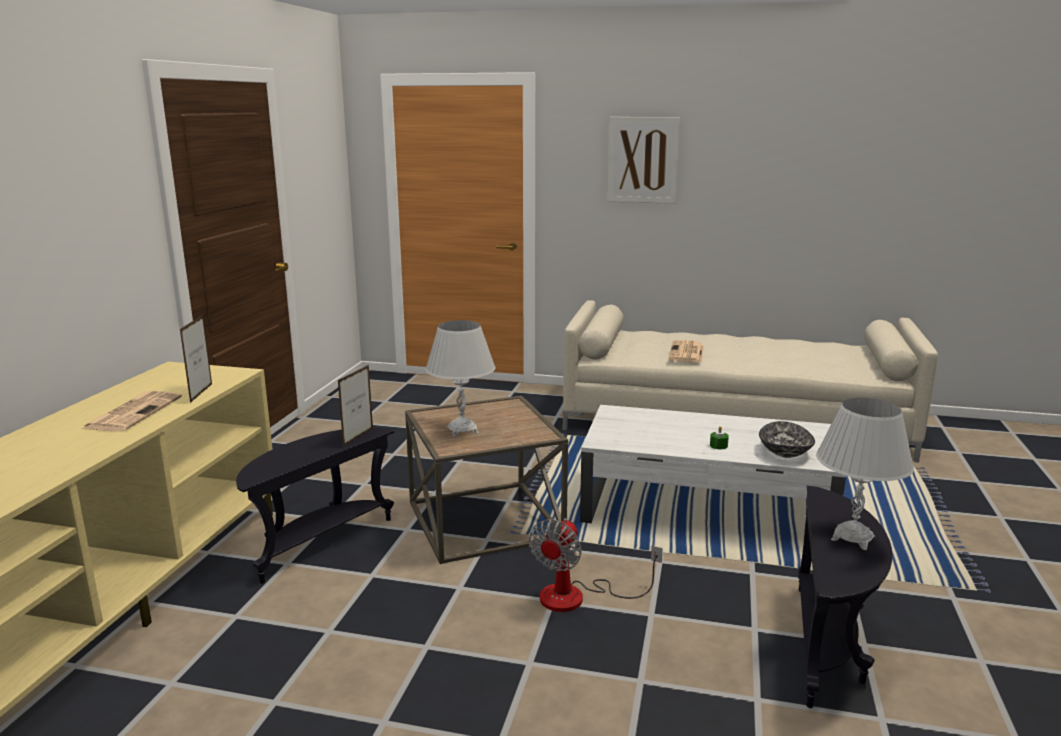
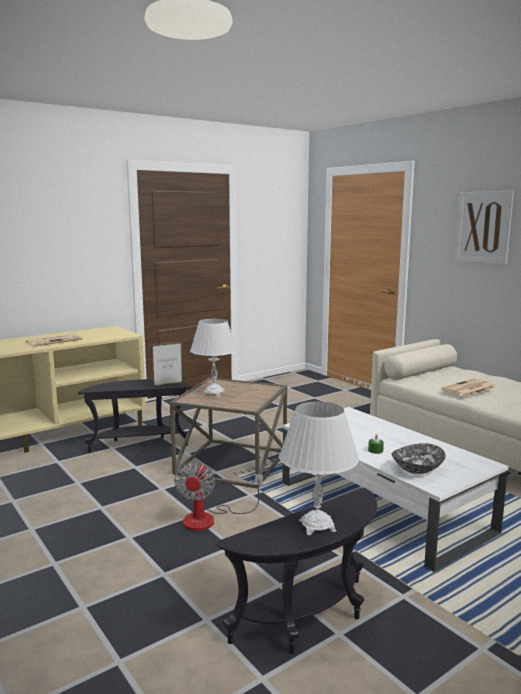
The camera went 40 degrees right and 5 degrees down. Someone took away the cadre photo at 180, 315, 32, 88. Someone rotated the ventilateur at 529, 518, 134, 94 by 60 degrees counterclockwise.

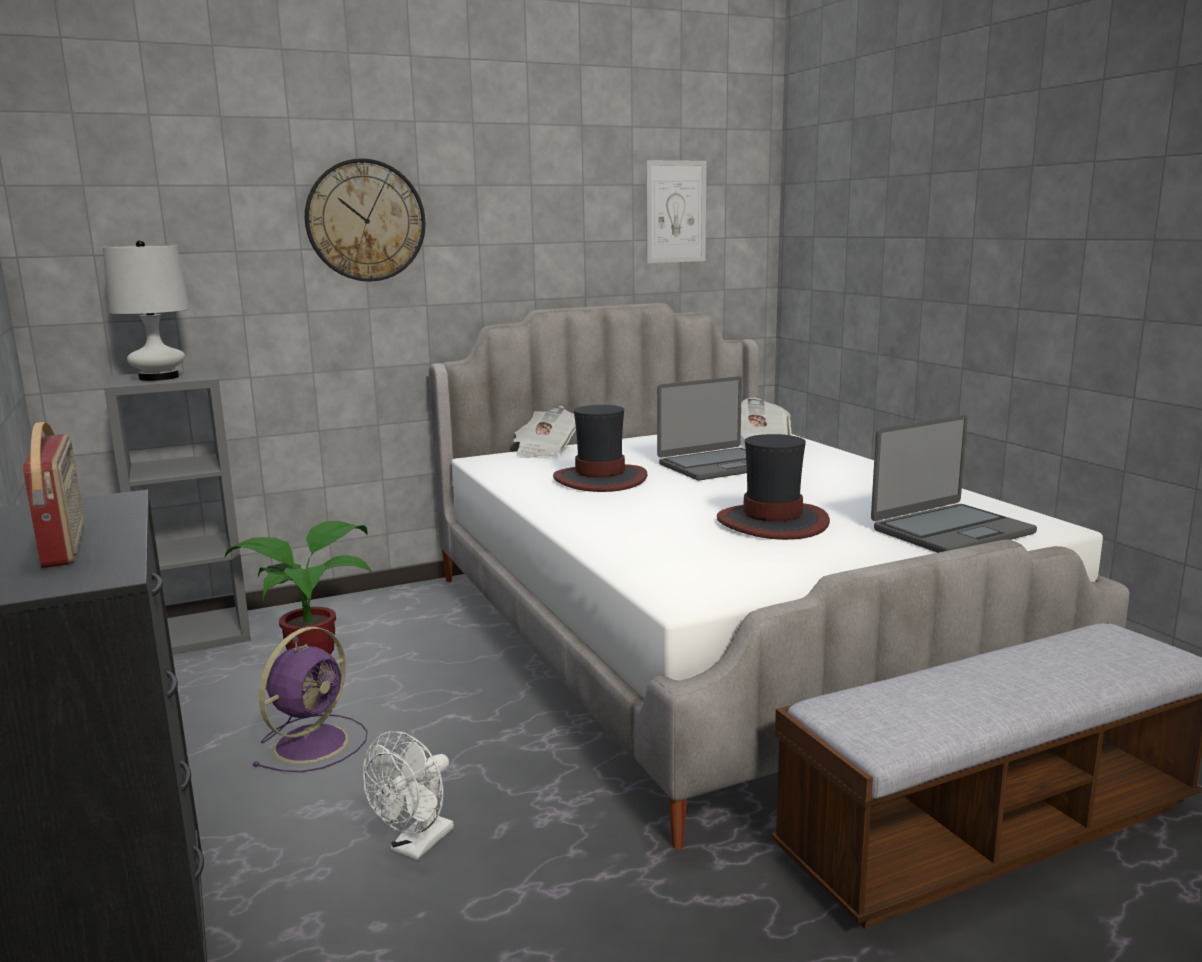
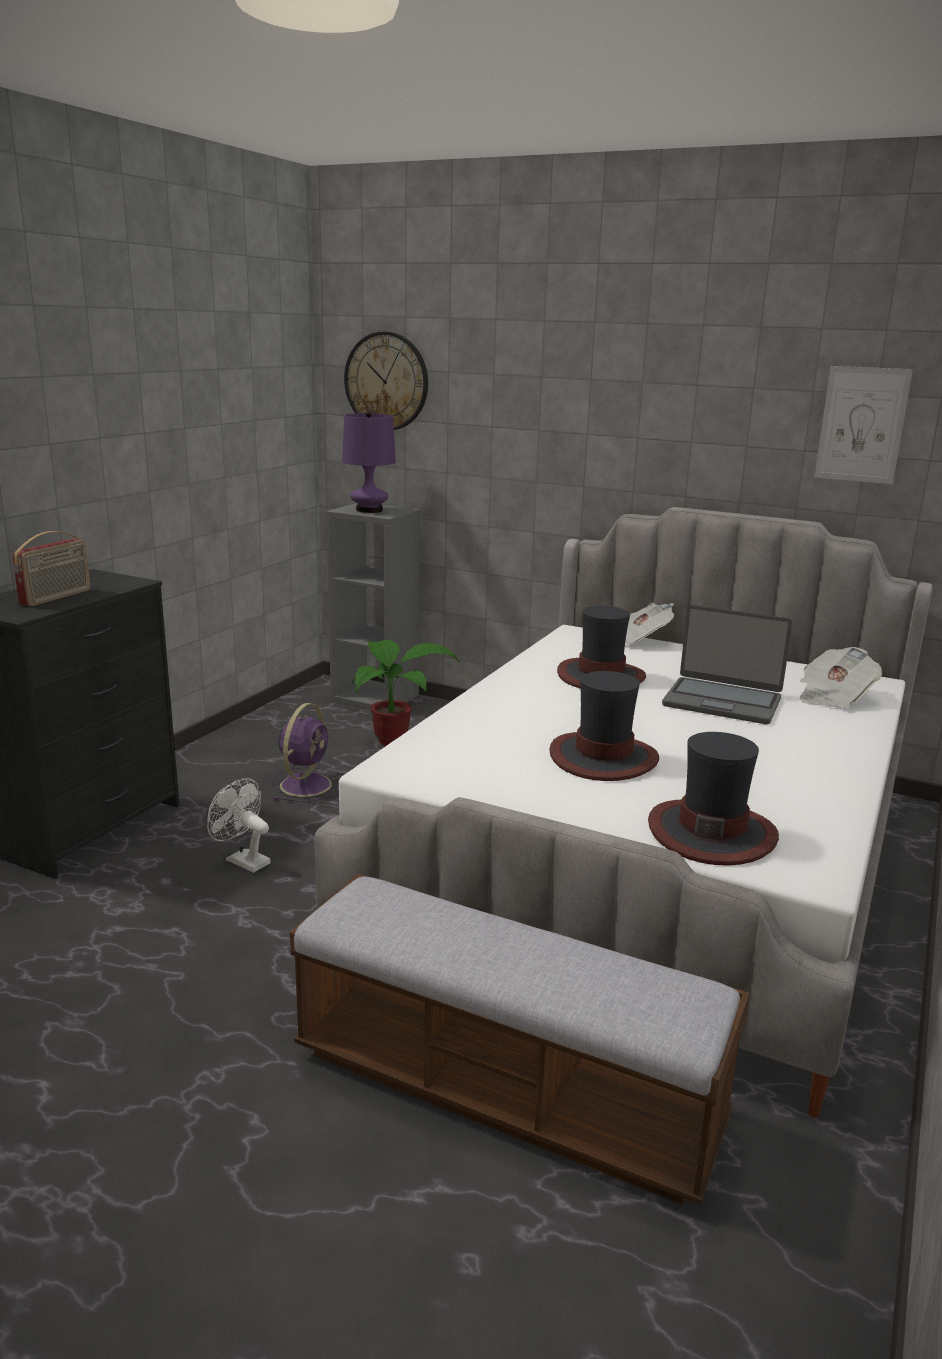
The camera went 50 degrees right and 5 degrees up. Someone repainted the lampe de table/blanc at 103, 240, 87, 141, which became the lampe de table/violet at 342, 411, 54, 102. Someone rotated the ventilateur/violet at 253, 627, 115, 145 by 60 degrees counterclockwise. Someone carried the horloge murale from 305, 158, 120, 123 to 344, 332, 84, 98. Someone rotated the ventilateur/blanc at 363, 731, 91, 129 by 45 degrees clockwise. Someone swapped the ordinateur portable at 871, 415, 166, 138 for the chapeau at 648, 732, 131, 134.

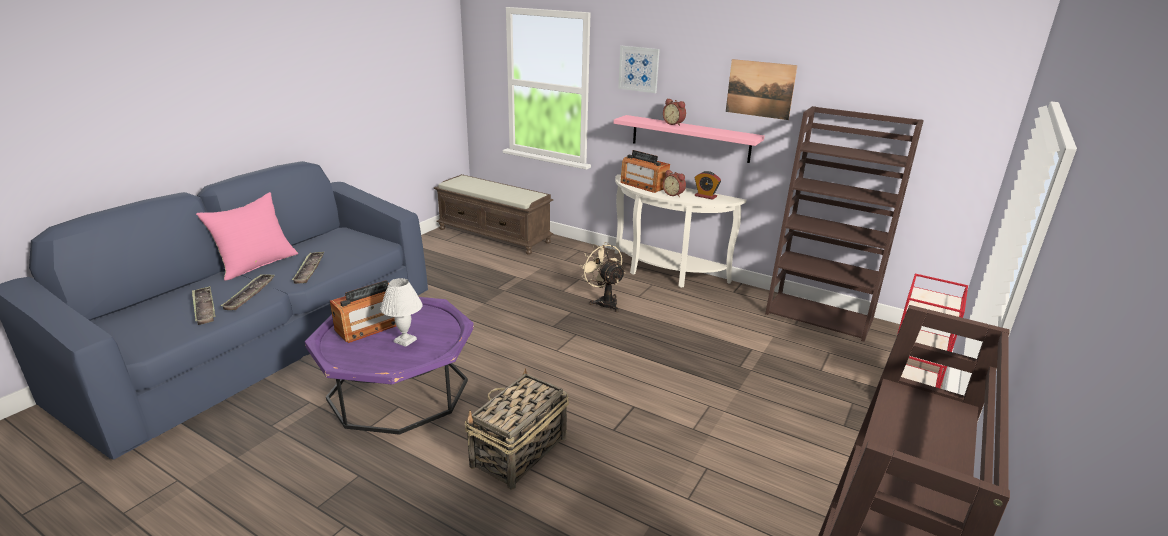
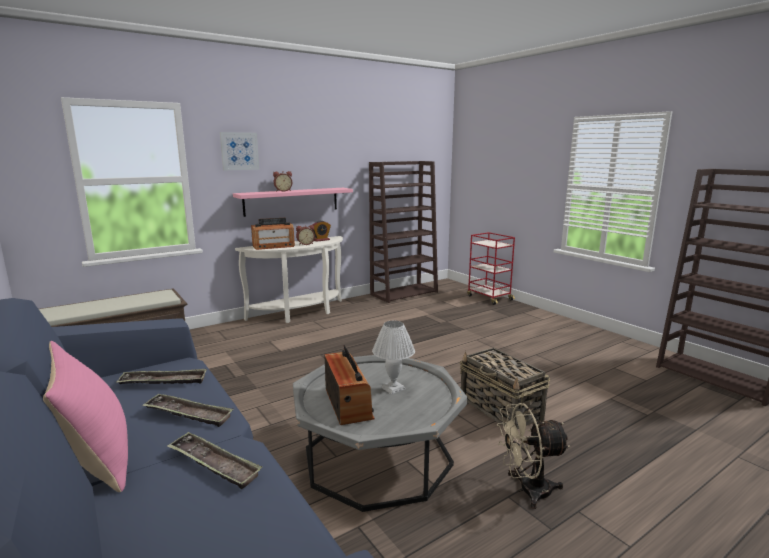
The camera went 65 degrees left and 10 degrees down. Someone carried the plateau from 192, 286, 23, 39 to 117, 368, 90, 16. Someone repainted the table basse/violet at 305, 297, 169, 138, which became the table basse/gris at 293, 355, 175, 157. Someone carried the ventilateur/beige from 579, 242, 47, 70 to 497, 403, 73, 106. Someone took away the tableau at 726, 59, 71, 61.

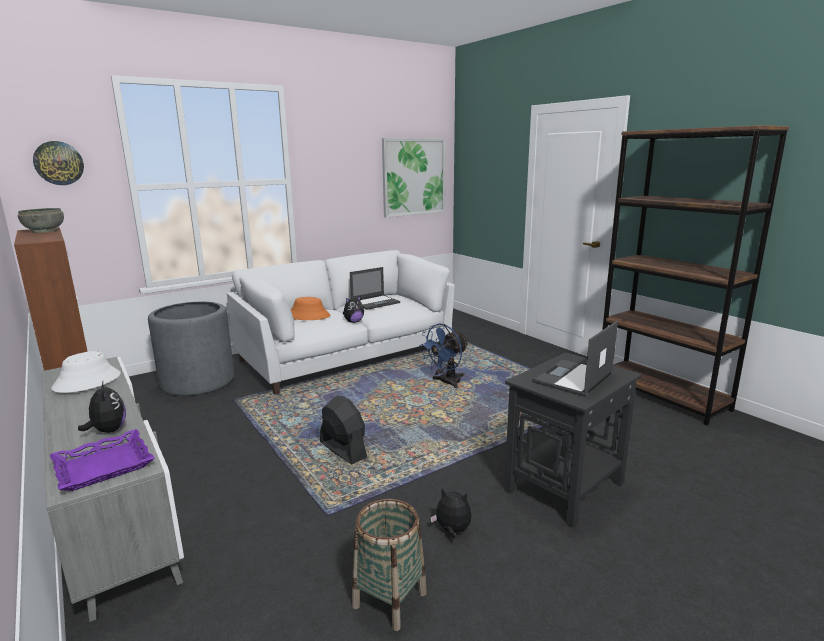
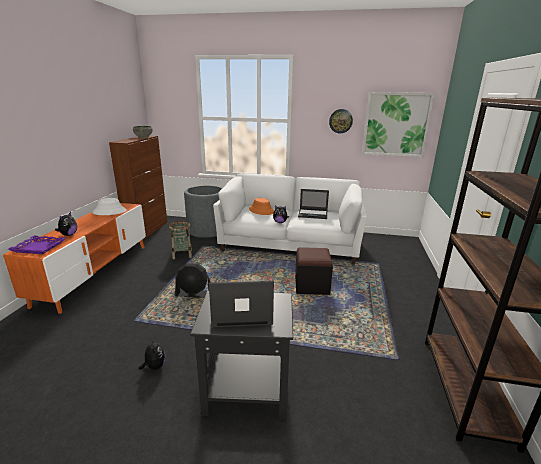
The camera went 45 degrees right and 5 degrees up. Someone carried the horloge murale from 33, 141, 51, 44 to 329, 109, 24, 24. Someone repainted the meuble télé/gris at 42, 357, 142, 265, which became the meuble télé/orange at 3, 203, 143, 111. Someone rotated the ventilateur/noir at 320, 396, 47, 68 by 90 degrees clockwise. Someone carried the panier from 352, 499, 75, 132 to 169, 221, 23, 38. Someone swapped the ventilateur/bleu at 421, 323, 48, 65 for the pouf/noir at 295, 247, 38, 48.

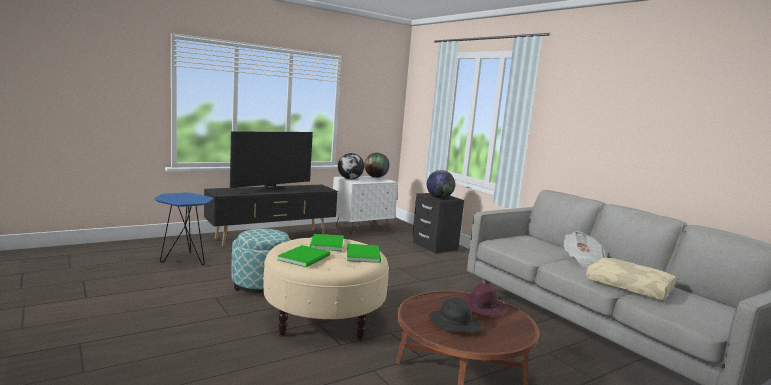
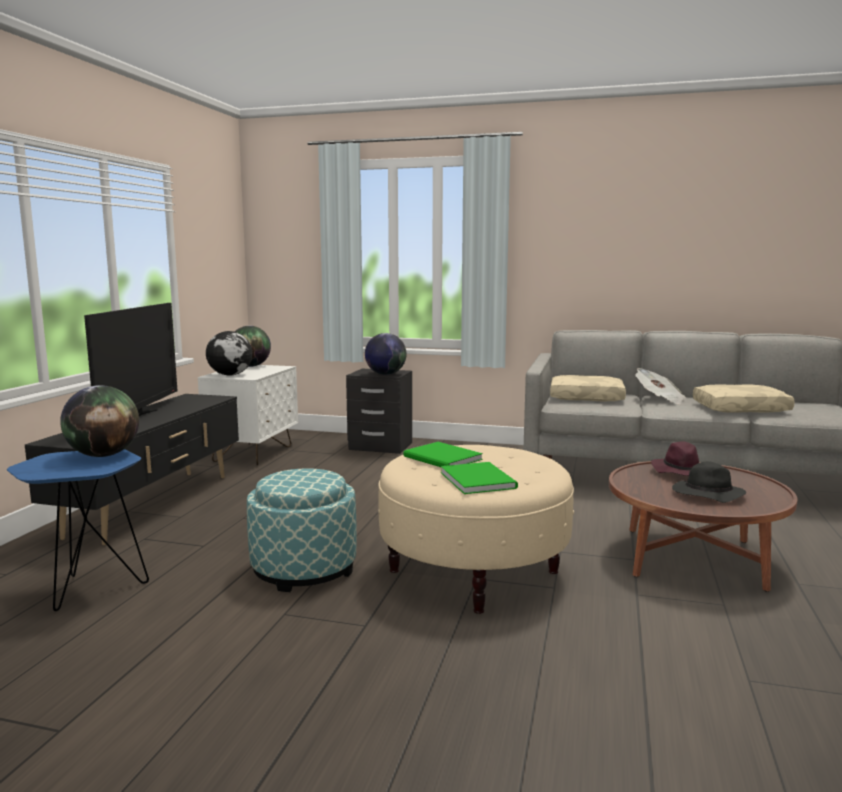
The camera went 40 degrees left and 0 degrees up. Someone took away the livre/vert at 347, 244, 34, 19. Someone put down the globe at 60, 385, 79, 72. Someone put down the coussin/beige at 550, 375, 76, 26.

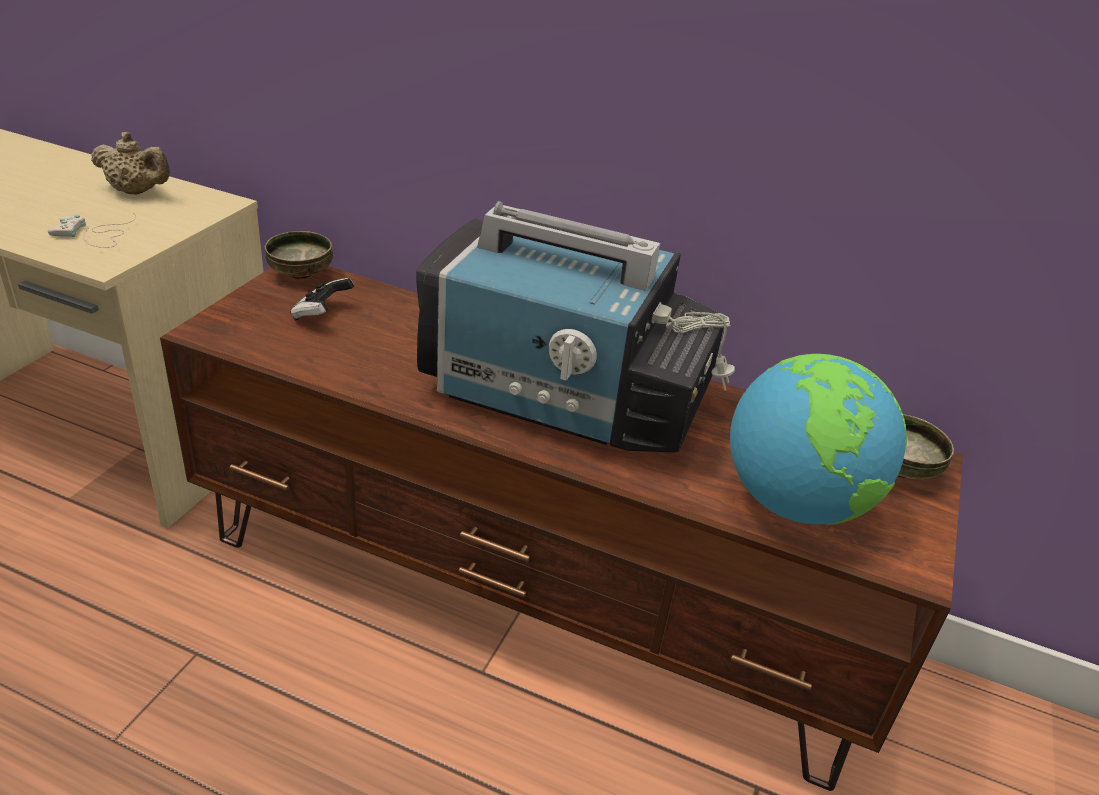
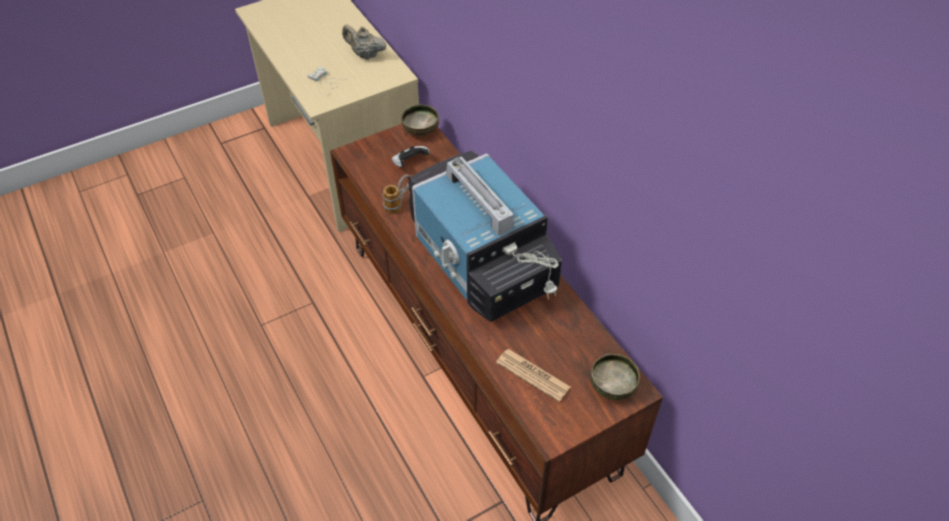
The camera went 40 degrees right and 15 degrees up. Someone rotated the théière/beige at 91, 132, 79, 63 by 150 degrees clockwise. Someone swapped the globe at 730, 354, 177, 171 for the journal at 496, 349, 75, 53. Someone put down the mug at 383, 174, 28, 40.

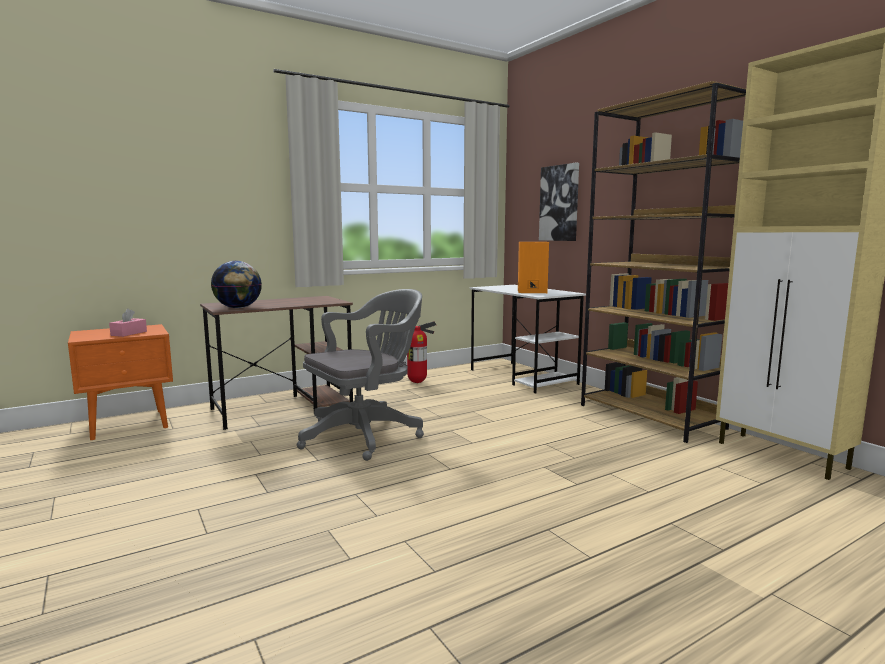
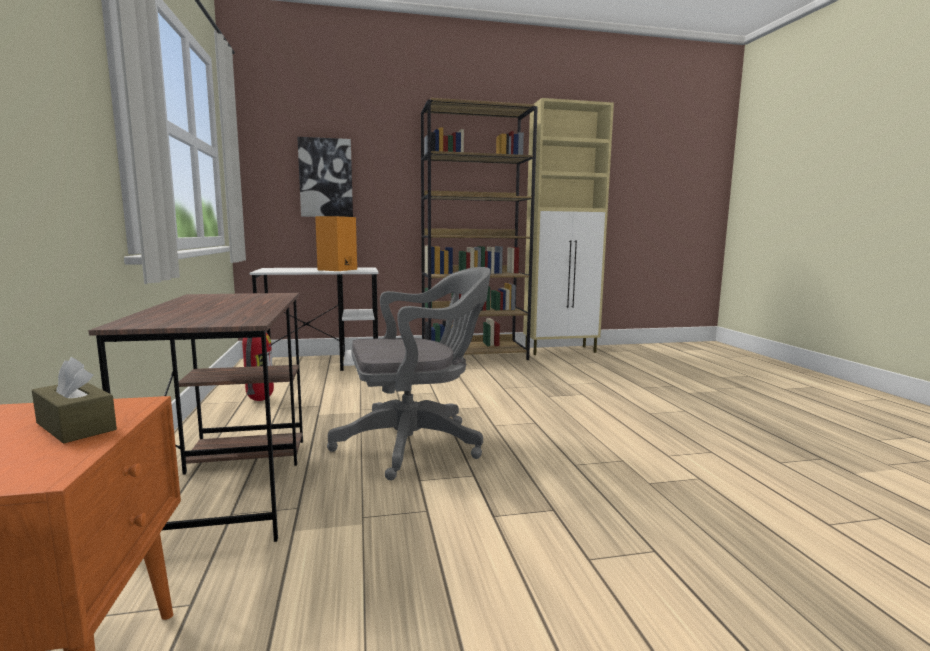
The camera went 70 degrees left and 0 degrees up. Someone repainted the boîte à mouchoirs/rose at 109, 308, 38, 29, which became the boîte à mouchoirs/marron at 32, 357, 85, 86. Someone took away the globe at 211, 261, 51, 47. Someone rotated the chaise de bureau/gris at 297, 289, 127, 172 by 90 degrees clockwise.

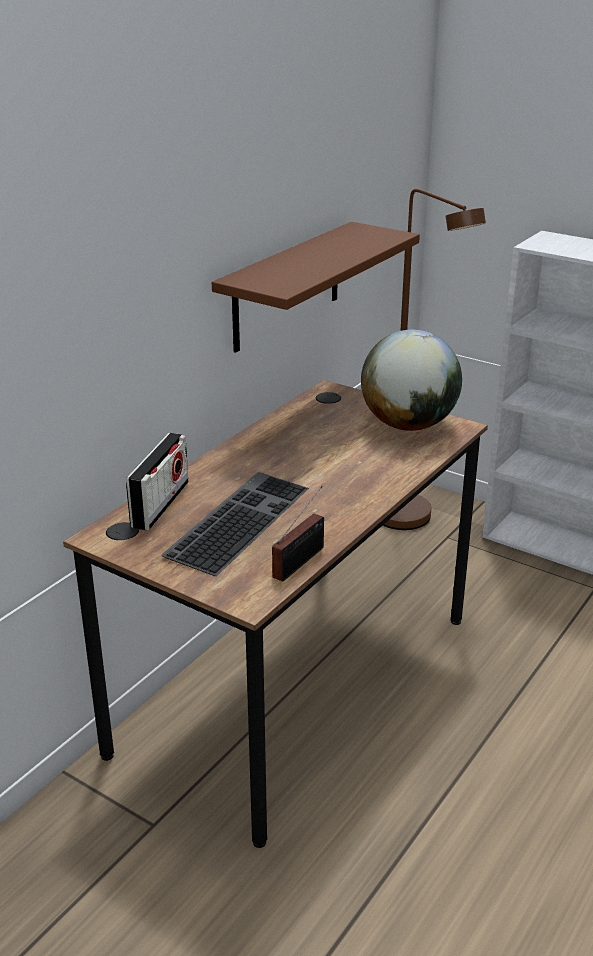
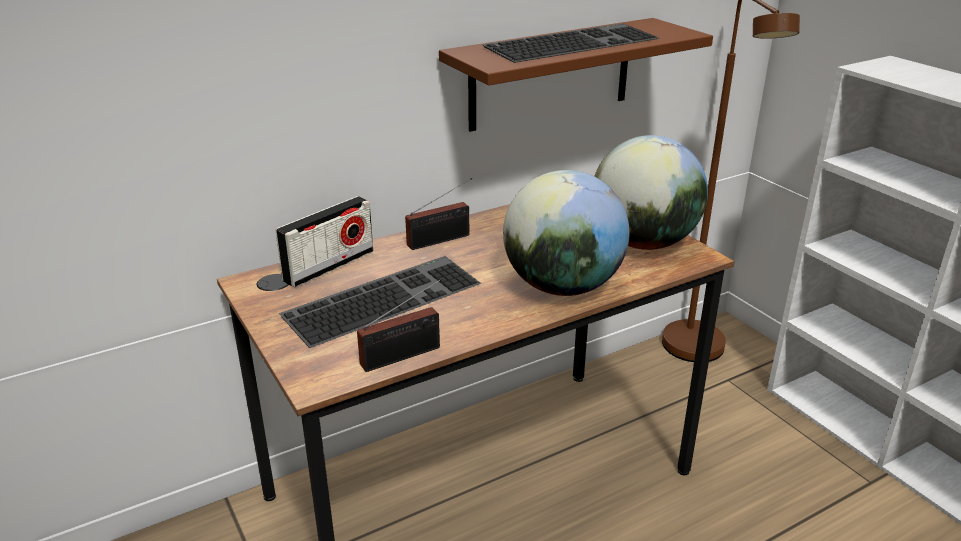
The camera went 25 degrees right and 0 degrees up. Someone put down the radio at 405, 178, 68, 72. Someone put down the clavier at 482, 23, 177, 40. Someone put down the globe at 503, 170, 127, 126.

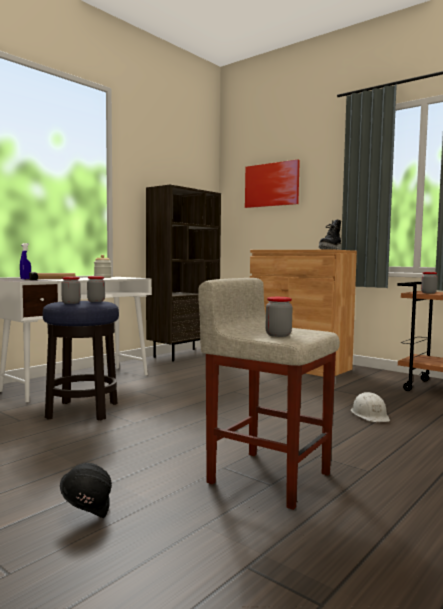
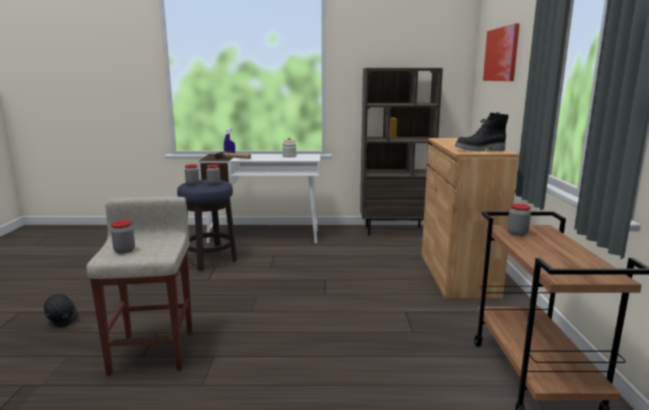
The camera went 50 degrees right and 10 degrees up. Someone took away the casque de chantier/blanc at 351, 392, 39, 30.

